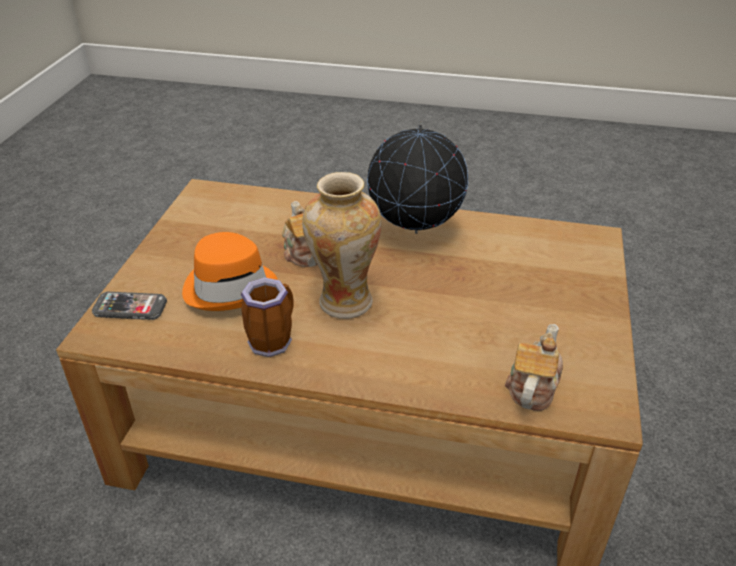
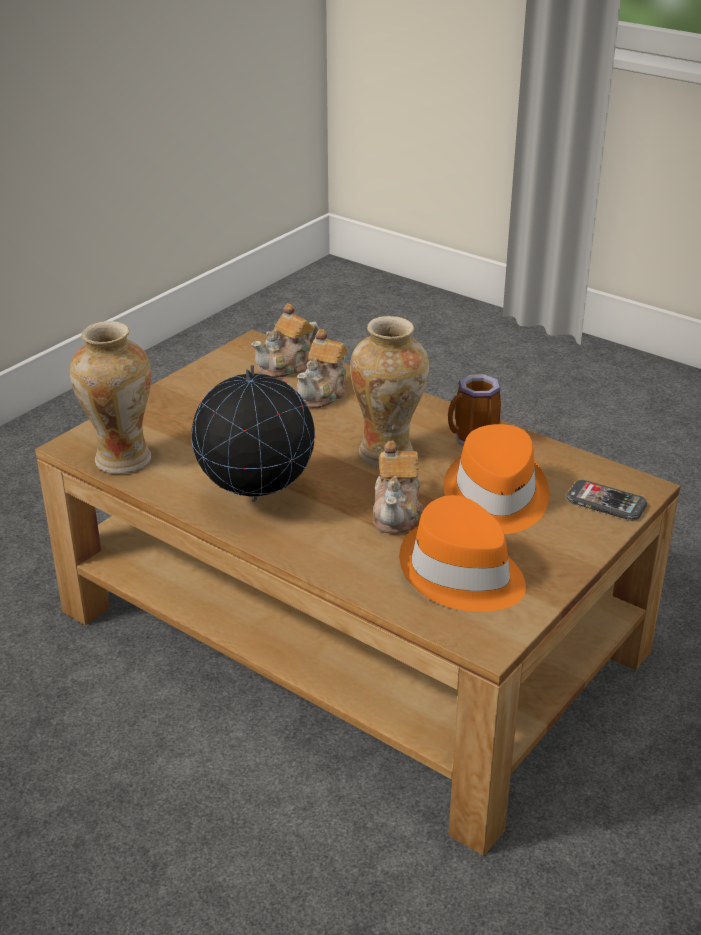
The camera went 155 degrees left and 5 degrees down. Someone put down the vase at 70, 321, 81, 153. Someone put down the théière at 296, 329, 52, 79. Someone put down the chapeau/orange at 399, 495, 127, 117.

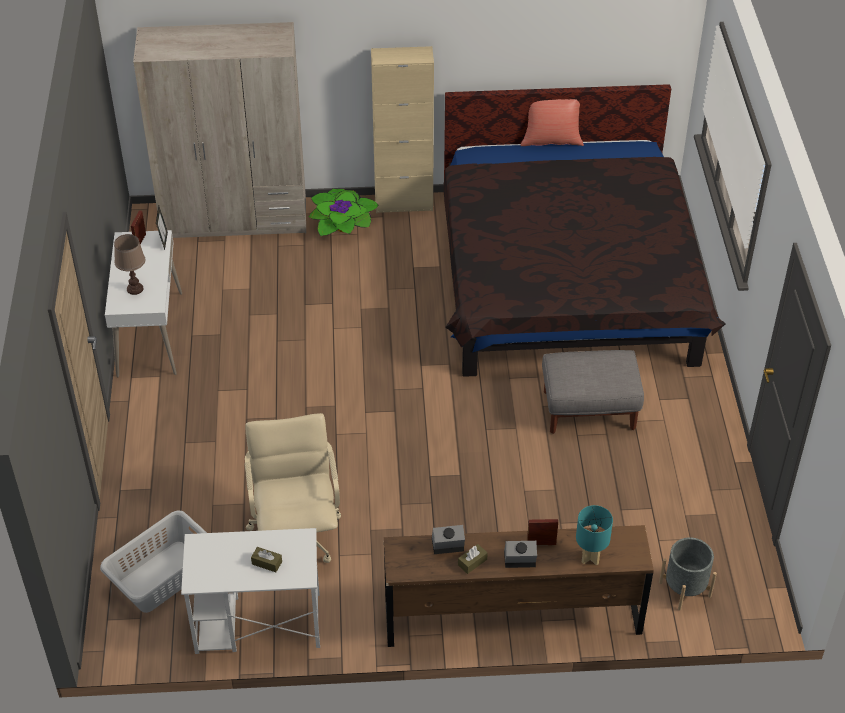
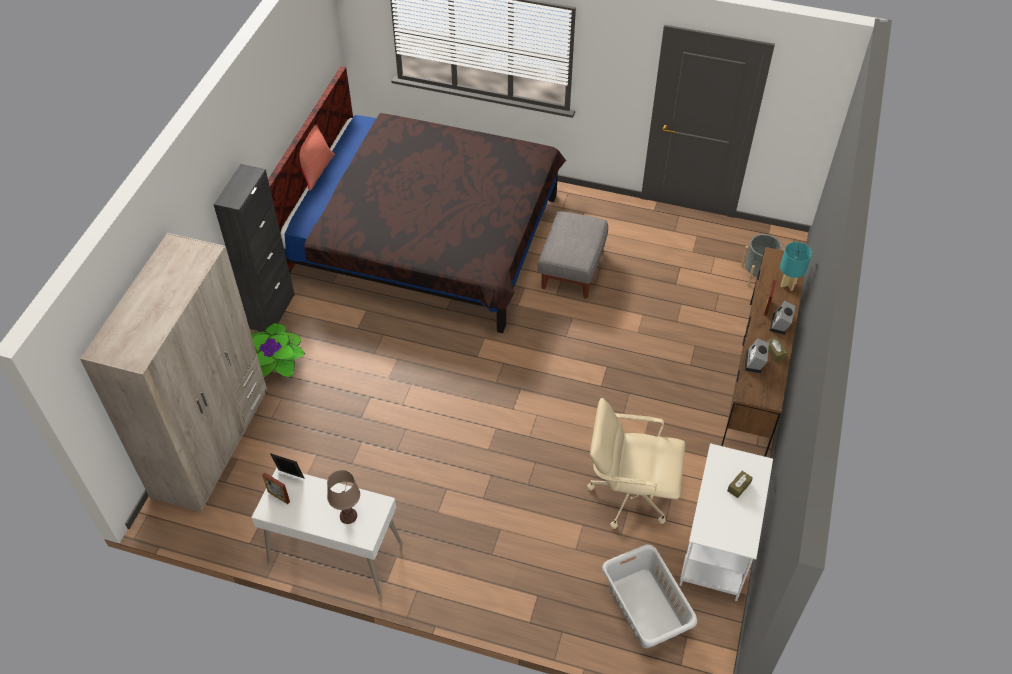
The camera went 70 degrees left and 5 degrees up. Someone repainted the meuble de rangement/beige at 371, 46, 63, 167, which became the meuble de rangement/noir at 213, 164, 82, 167.

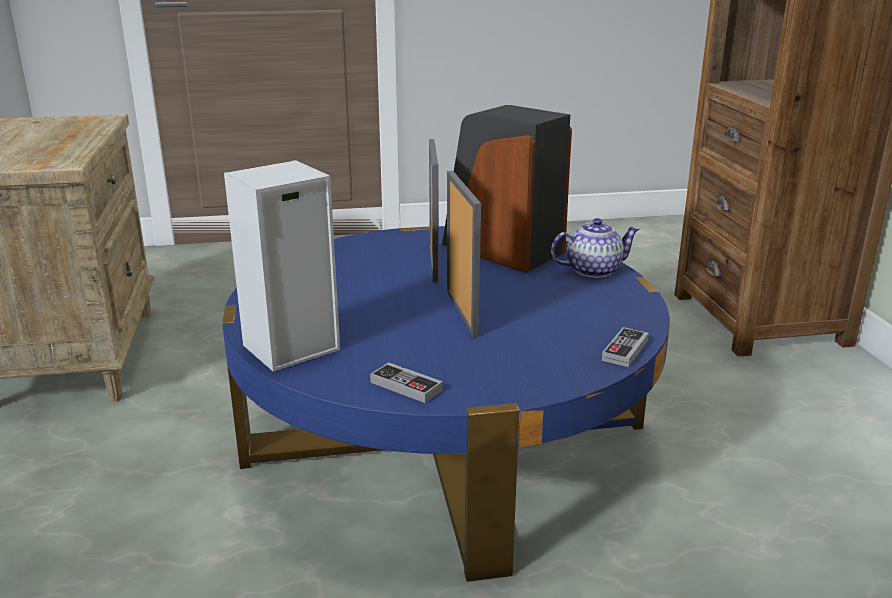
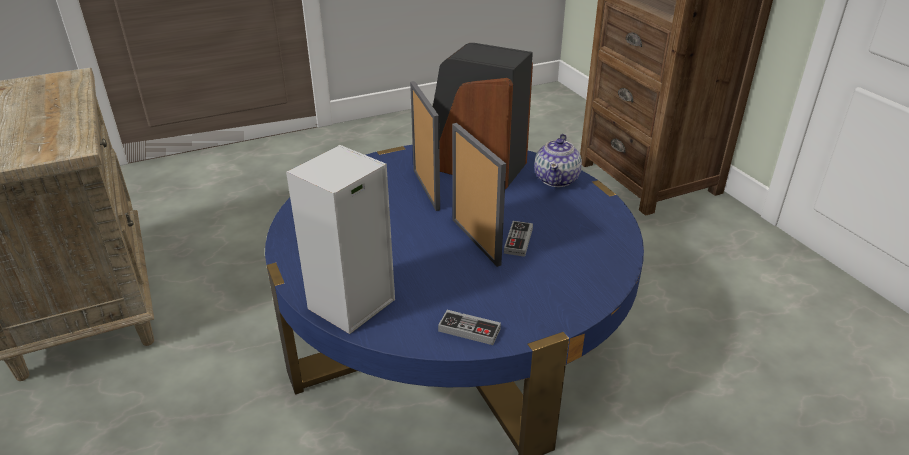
The camera went 15 degrees left and 10 degrees up. Someone rotated the théière at 551, 218, 89, 60 by 135 degrees clockwise. Someone carried the manette from 602, 327, 47, 40 to 504, 221, 29, 36.

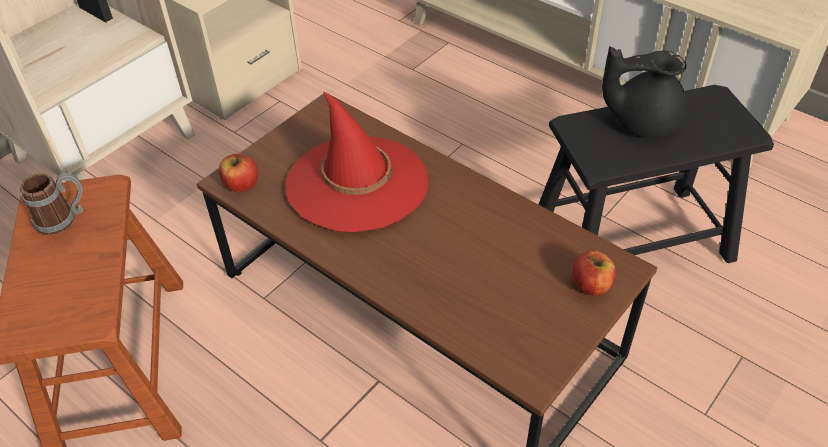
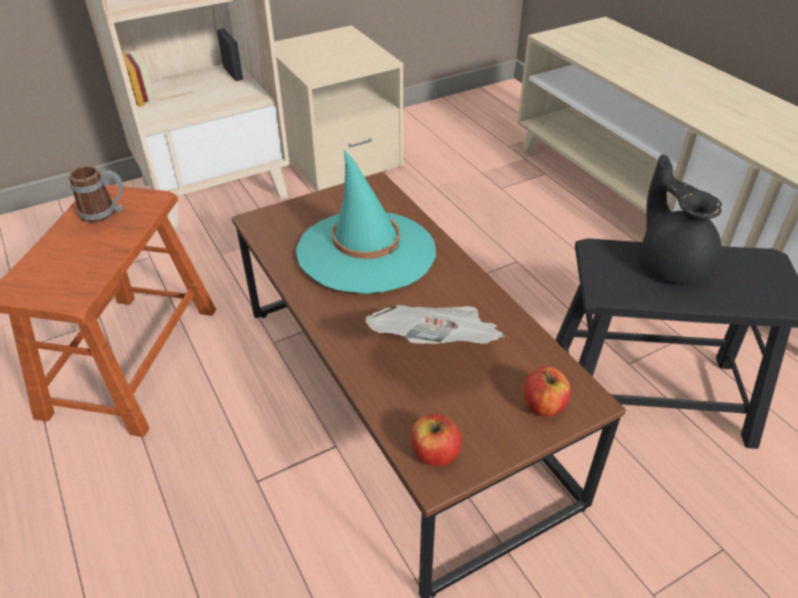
The camera went 20 degrees right and 5 degrees down. Someone carried the pomme from 219, 154, 39, 38 to 411, 414, 51, 52. Someone repainted the chapeau/rouge at 285, 91, 143, 141, which became the chapeau/turquoise at 296, 150, 140, 144. Someone rotated the théière/noir at 602, 46, 84, 92 by 45 degrees clockwise. Someone put down the journal at 365, 305, 140, 39.

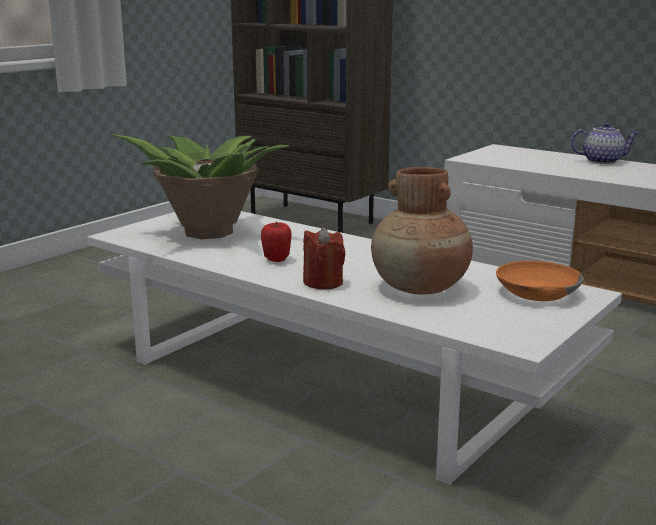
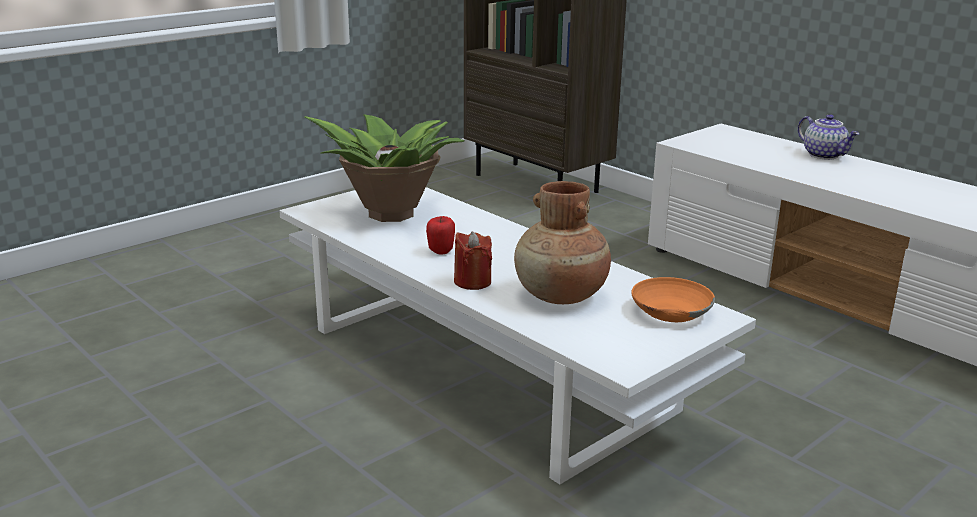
The camera went 10 degrees right and 5 degrees up. Someone rotated the théière at 571, 122, 68, 42 by 45 degrees clockwise.

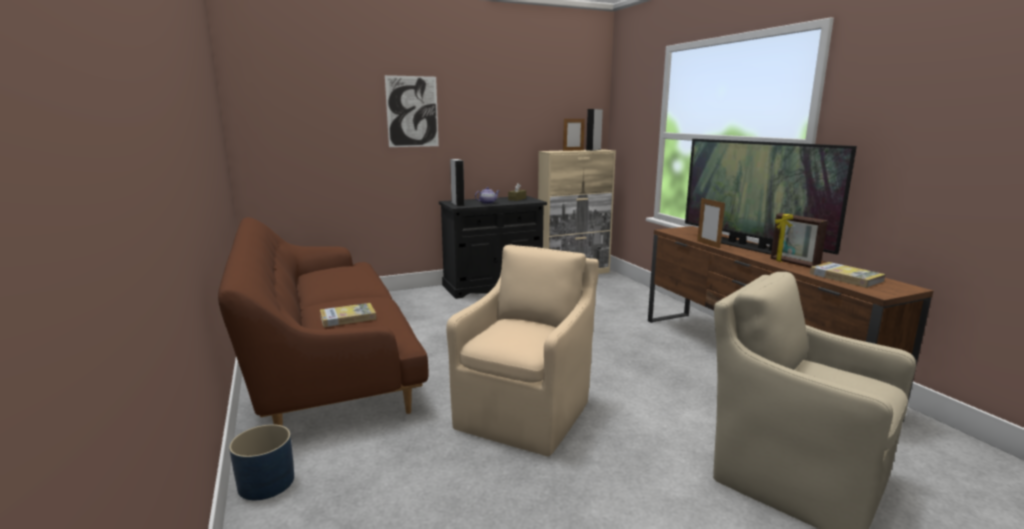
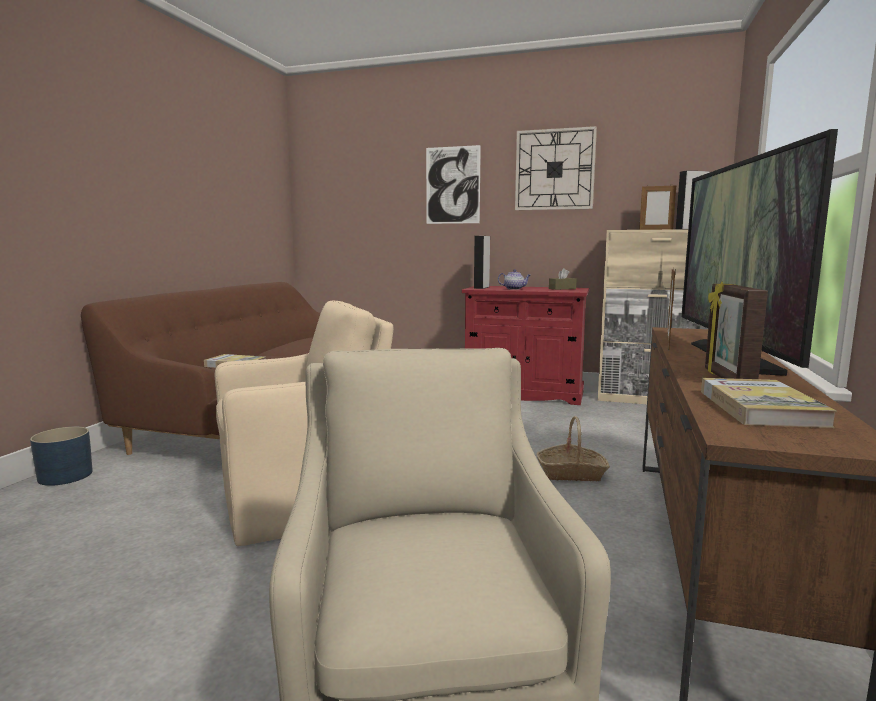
The camera went 40 degrees right and 5 degrees down. Someone repainted the meuble de rangement/noir at 439, 196, 108, 103, which became the meuble de rangement/rouge at 462, 286, 127, 119. Someone put up the horloge murale at 515, 126, 82, 84. Someone put down the panier at 537, 416, 73, 65.

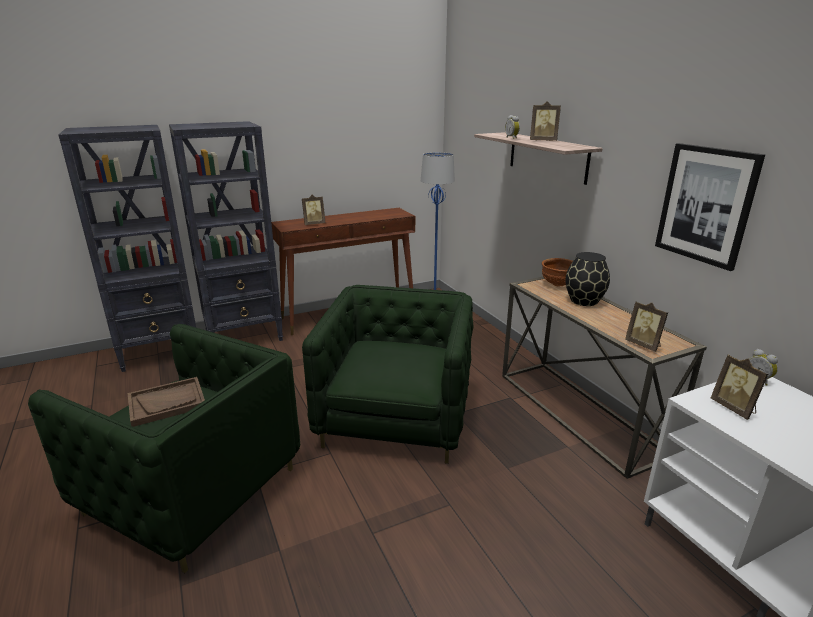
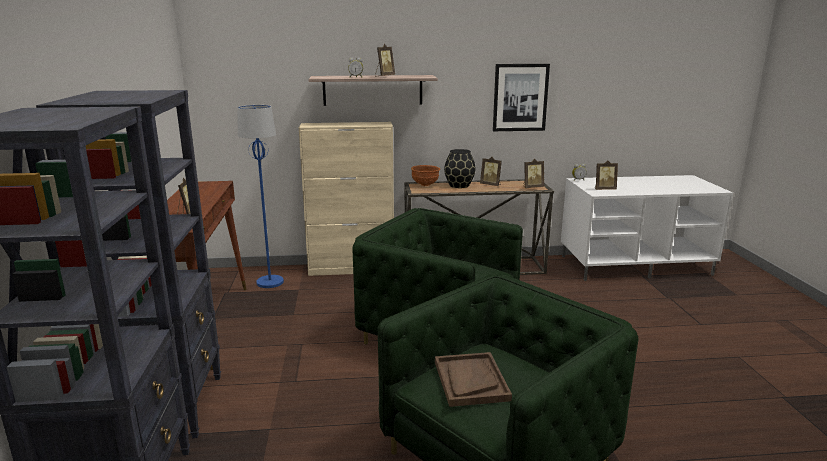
The camera went 70 degrees left and 5 degrees down. Someone put down the meuble de rangement/beige at 299, 122, 95, 154. Someone put down the cadre photo at 480, 157, 22, 29.

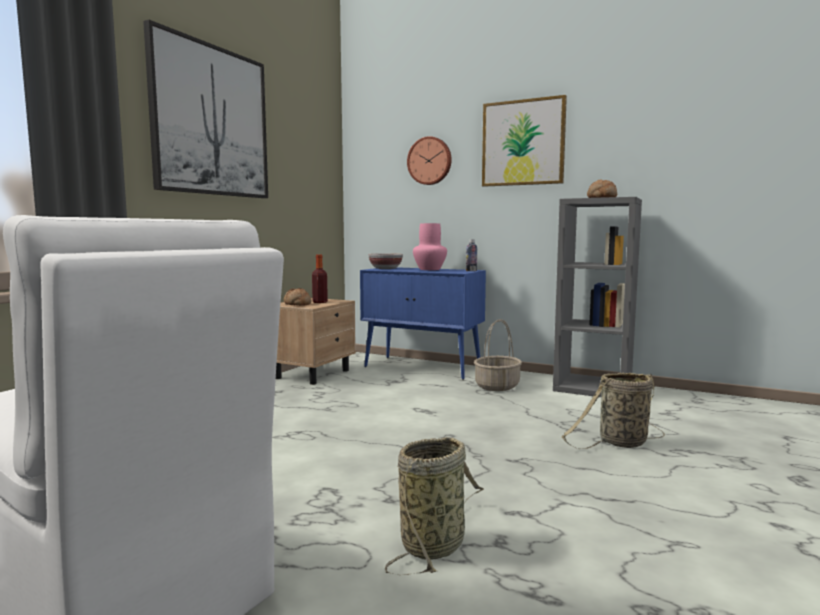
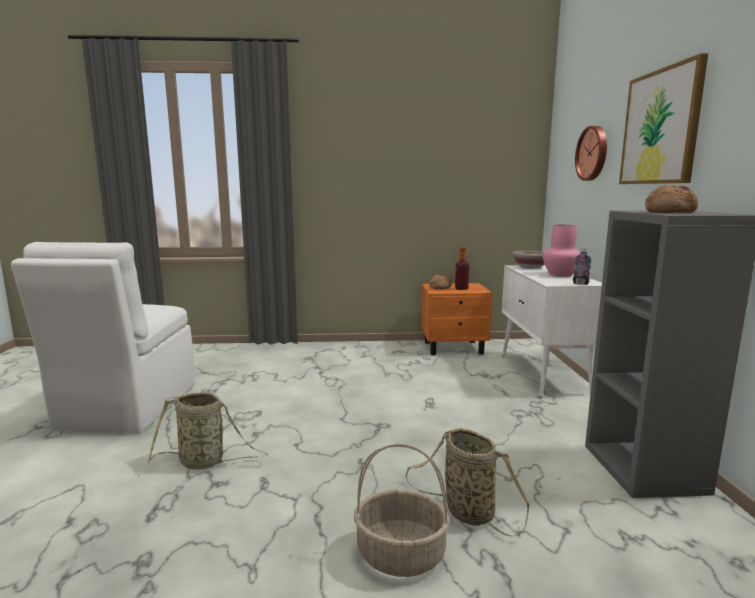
The camera went 60 degrees right and 5 degrees up. Someone took away the tableau at 143, 20, 125, 178. Someone repainted the table de chevet/beige at 276, 298, 80, 87, which became the table de chevet/orange at 421, 283, 72, 72. Someone repainted the meuble de rangement/bleu at 360, 267, 126, 113, which became the meuble de rangement/blanc at 502, 265, 100, 132. Someone carried the panier from 474, 319, 48, 72 to 354, 444, 96, 133.

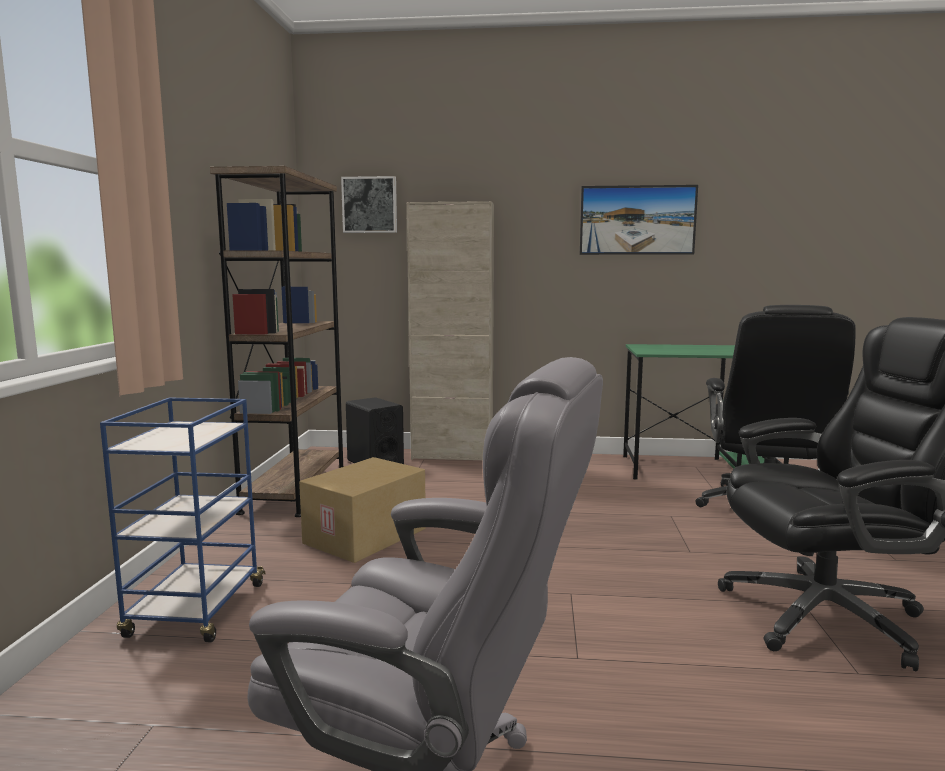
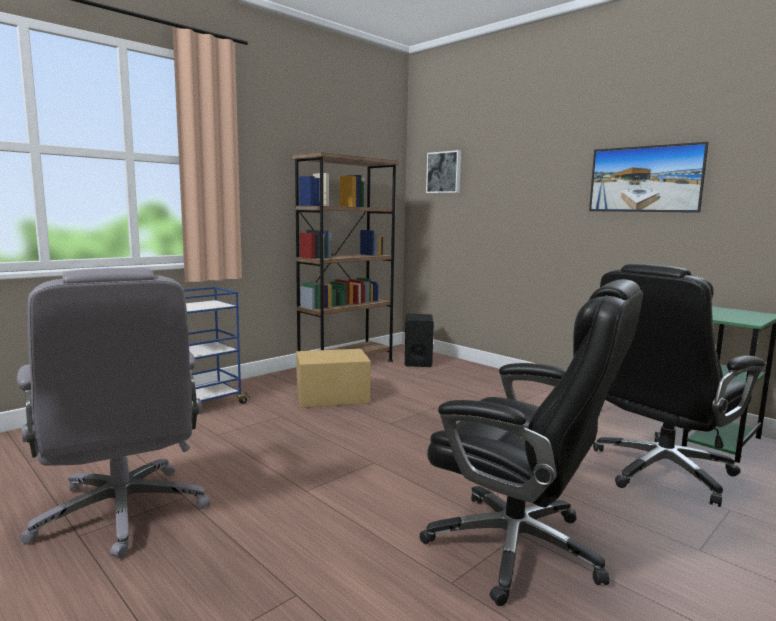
The camera went 40 degrees right and 0 degrees up. Someone took away the meuble de rangement/beige at 407, 201, 87, 259.

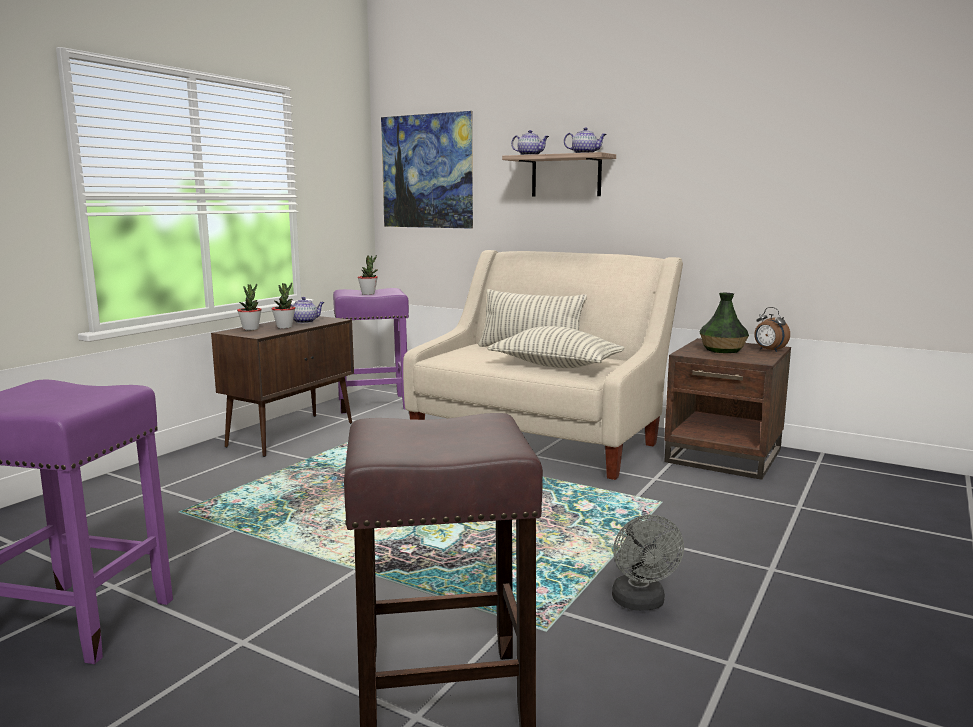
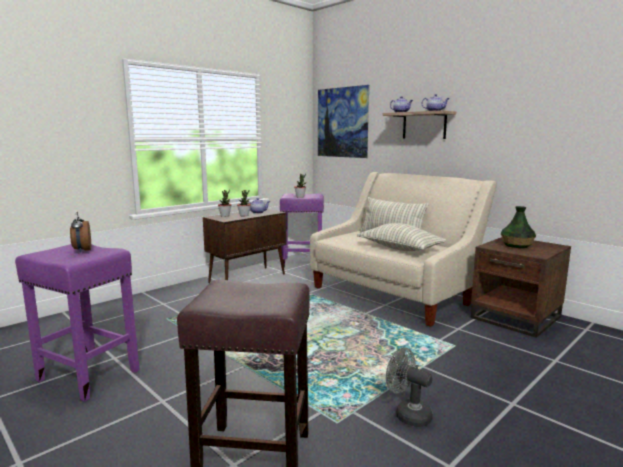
The camera went 15 degrees right and 0 degrees up. Someone rotated the ventilateur/gris at 612, 515, 72, 96 by 120 degrees clockwise. Someone carried the réveil from 754, 307, 36, 45 to 70, 211, 21, 42.

